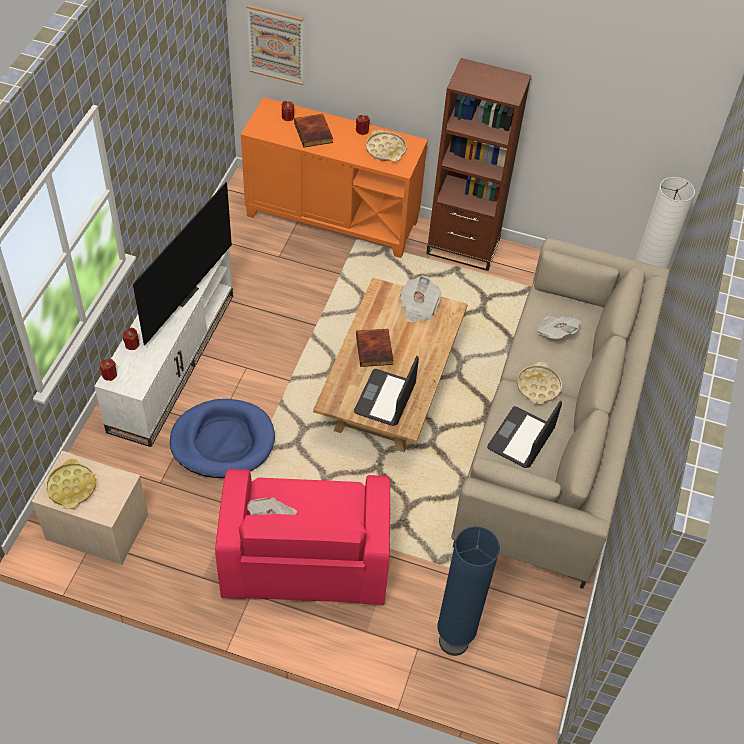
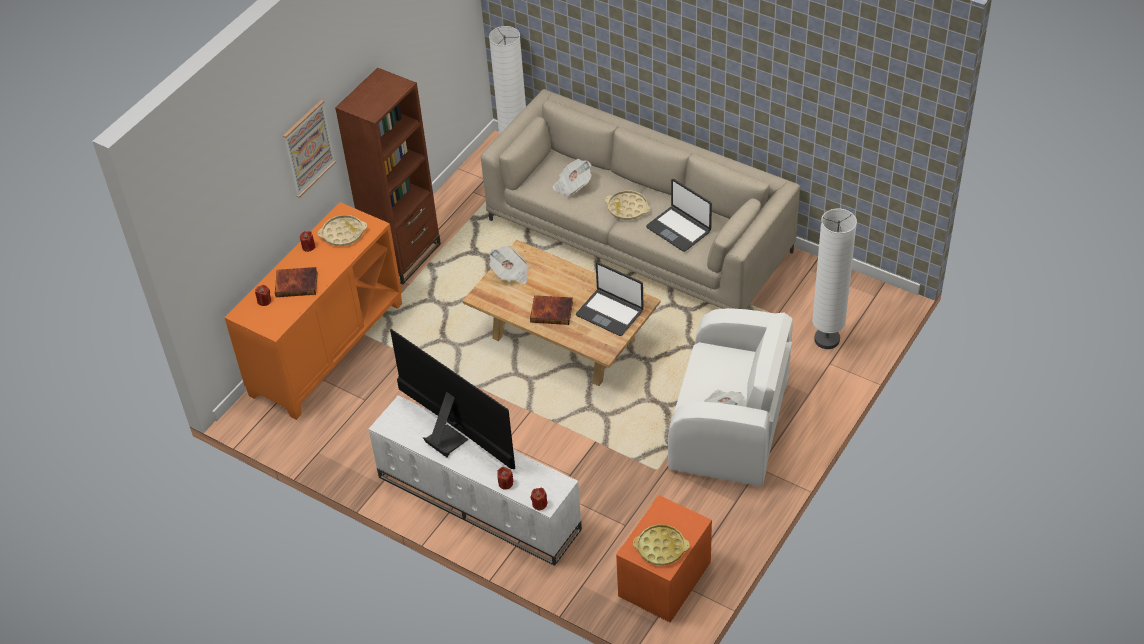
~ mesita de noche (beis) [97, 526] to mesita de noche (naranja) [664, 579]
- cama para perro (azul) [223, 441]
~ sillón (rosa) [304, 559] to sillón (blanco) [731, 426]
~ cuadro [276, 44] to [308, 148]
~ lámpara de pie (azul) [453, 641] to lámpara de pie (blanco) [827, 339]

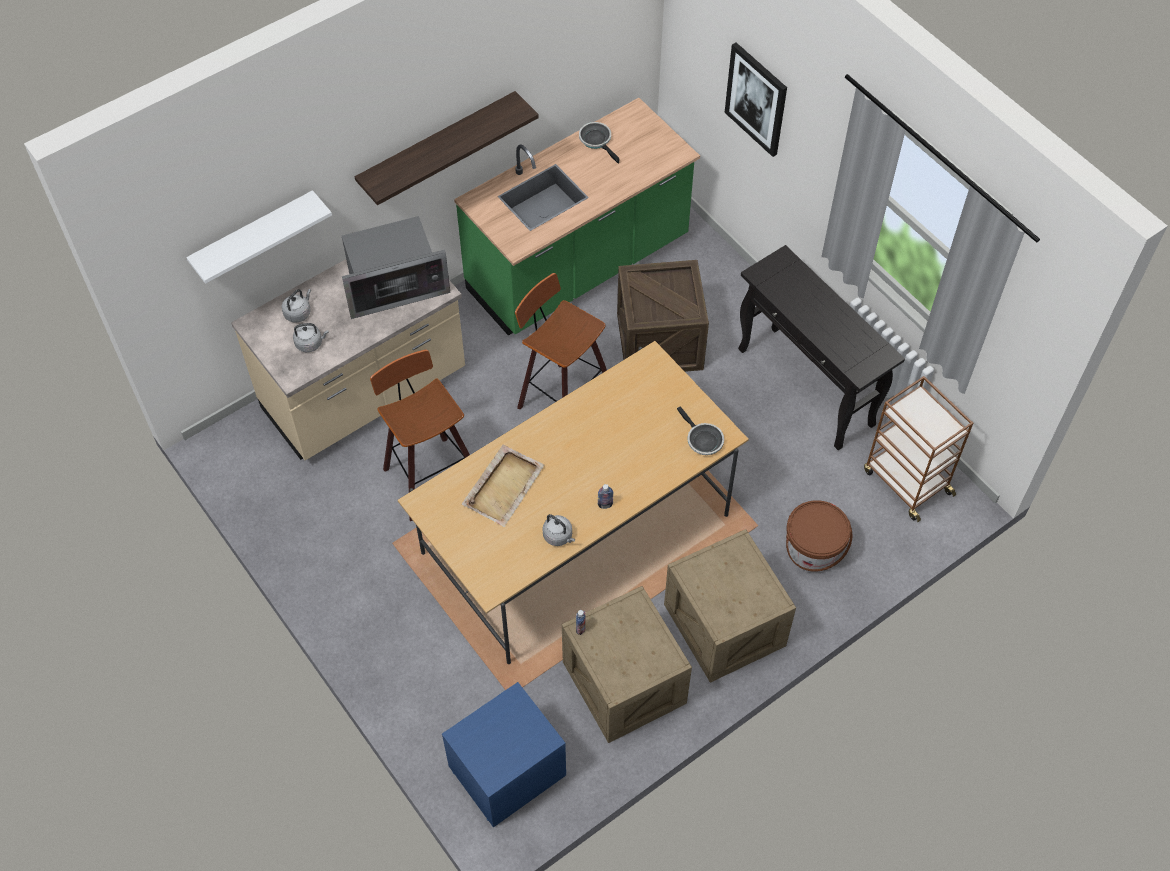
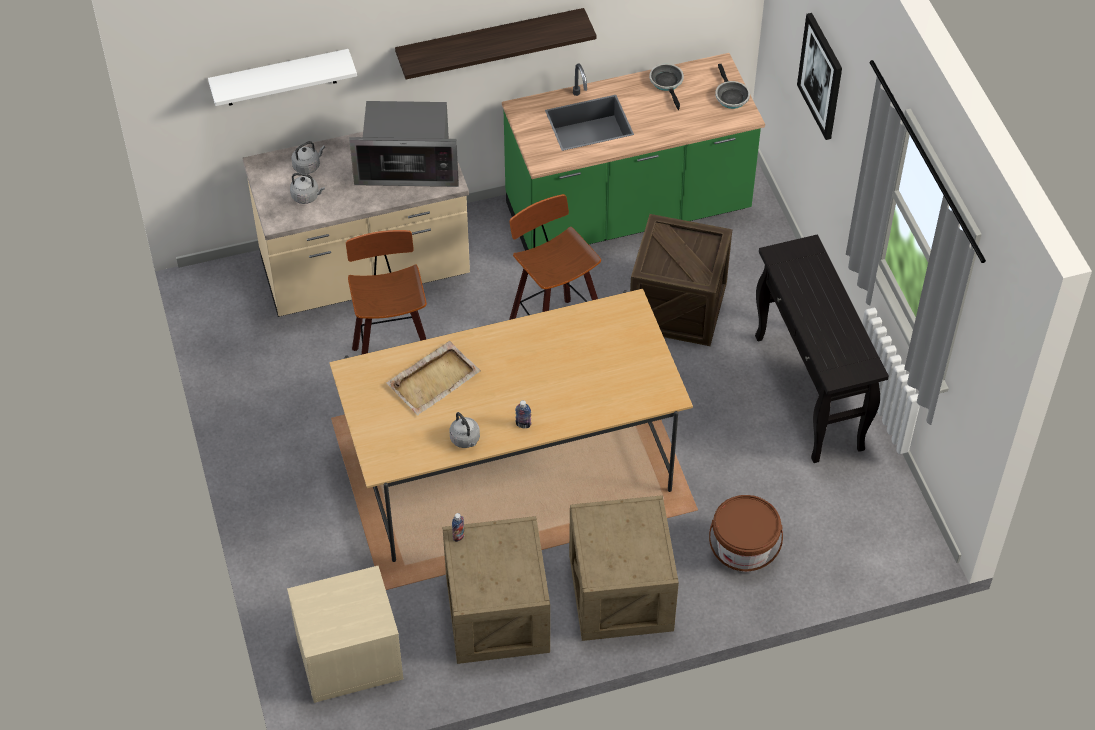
~ mesita de noche (azul) [507, 772] to mesita de noche (beis) [348, 659]
~ sartén [702, 440] to [730, 96]
- carrito (marrón) [906, 481]

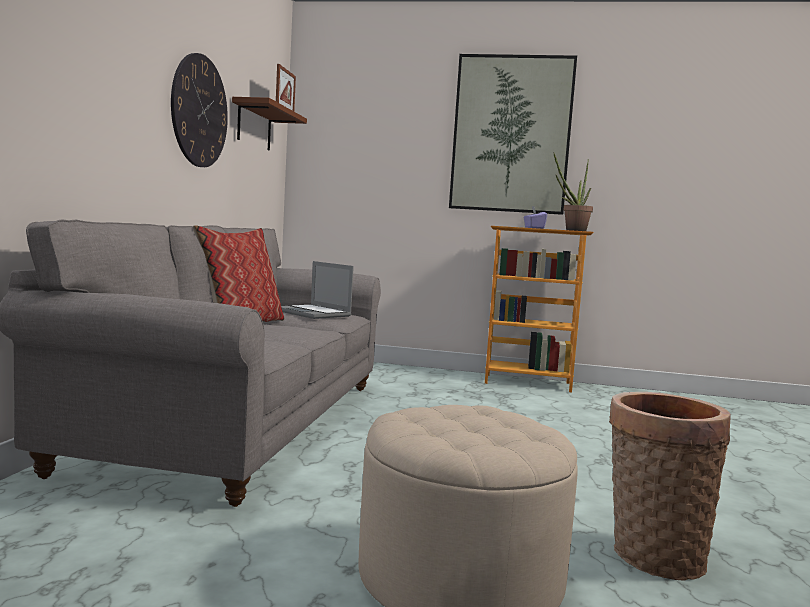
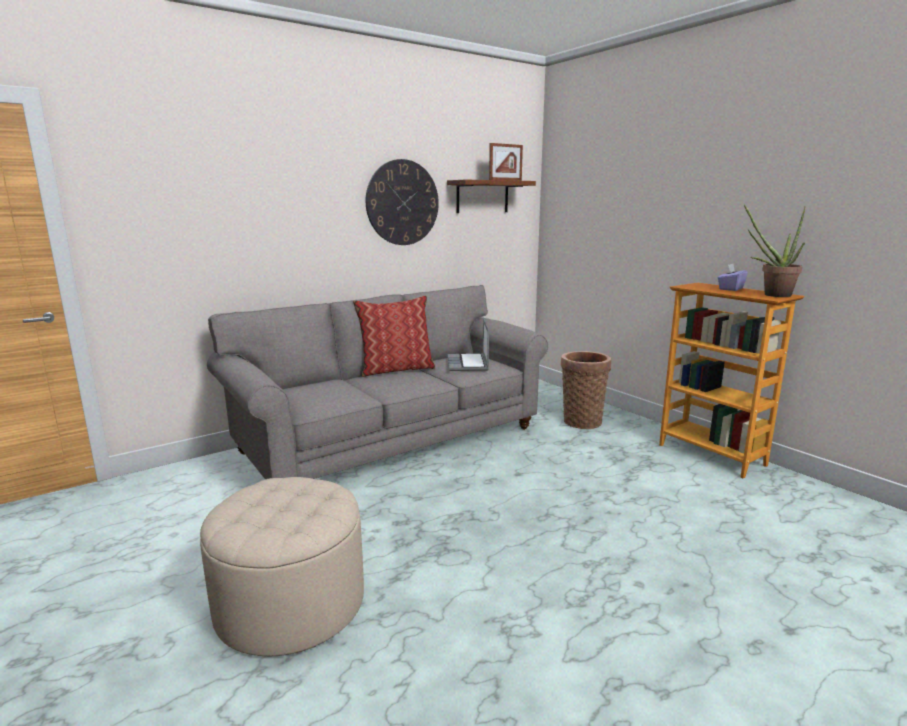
- cuadro [511, 134]
~ cesta [652, 555] to [581, 420]

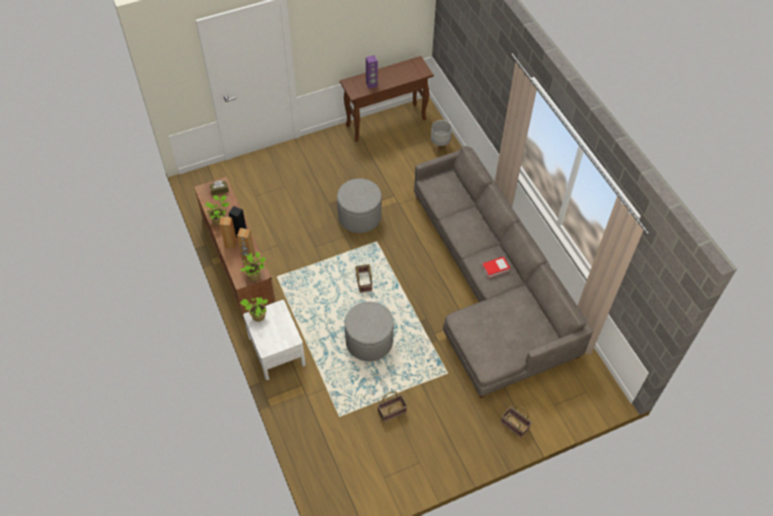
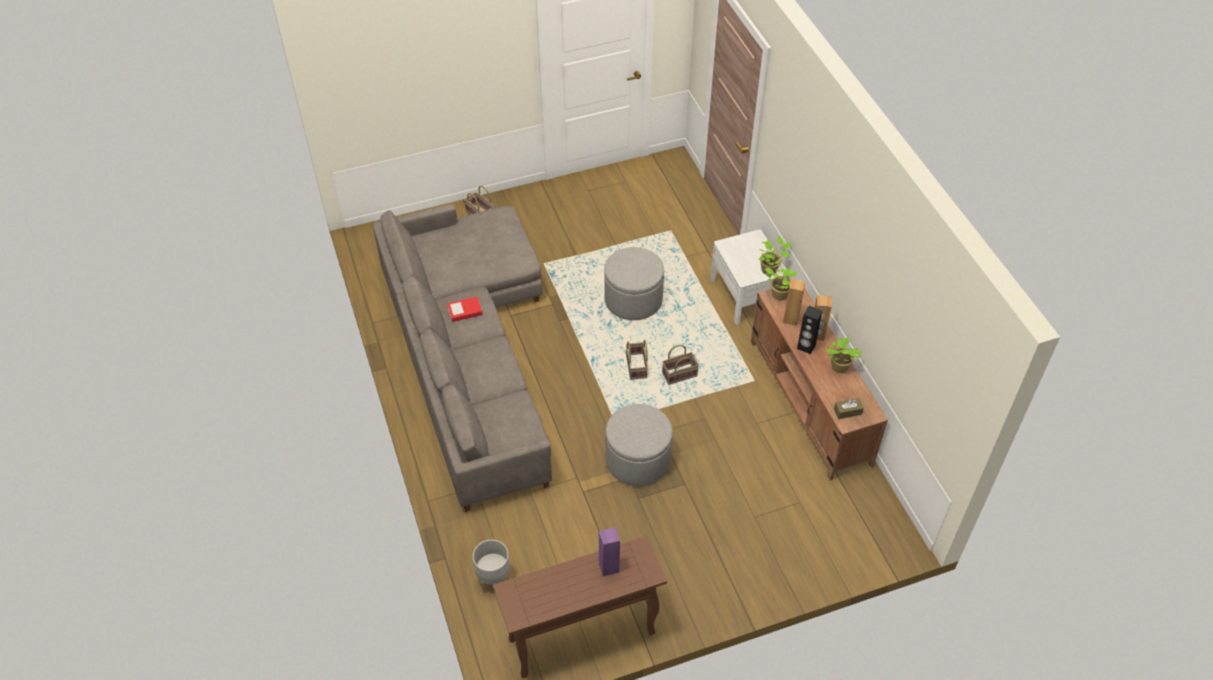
~ cesta [391, 412] to [680, 374]

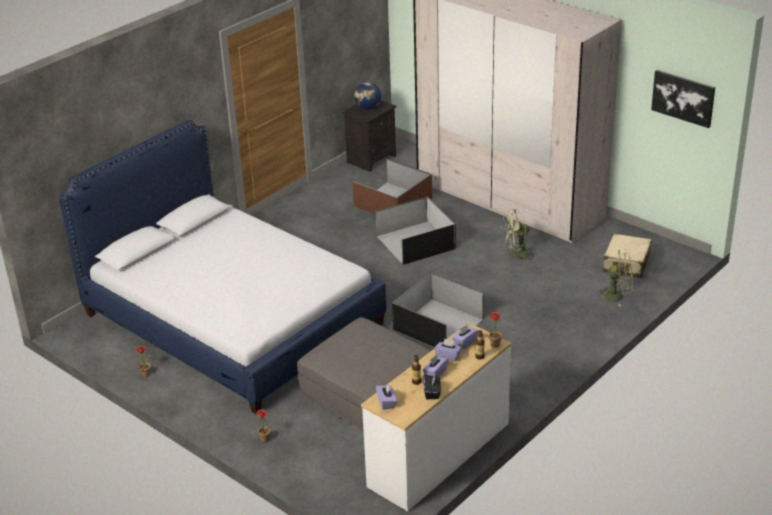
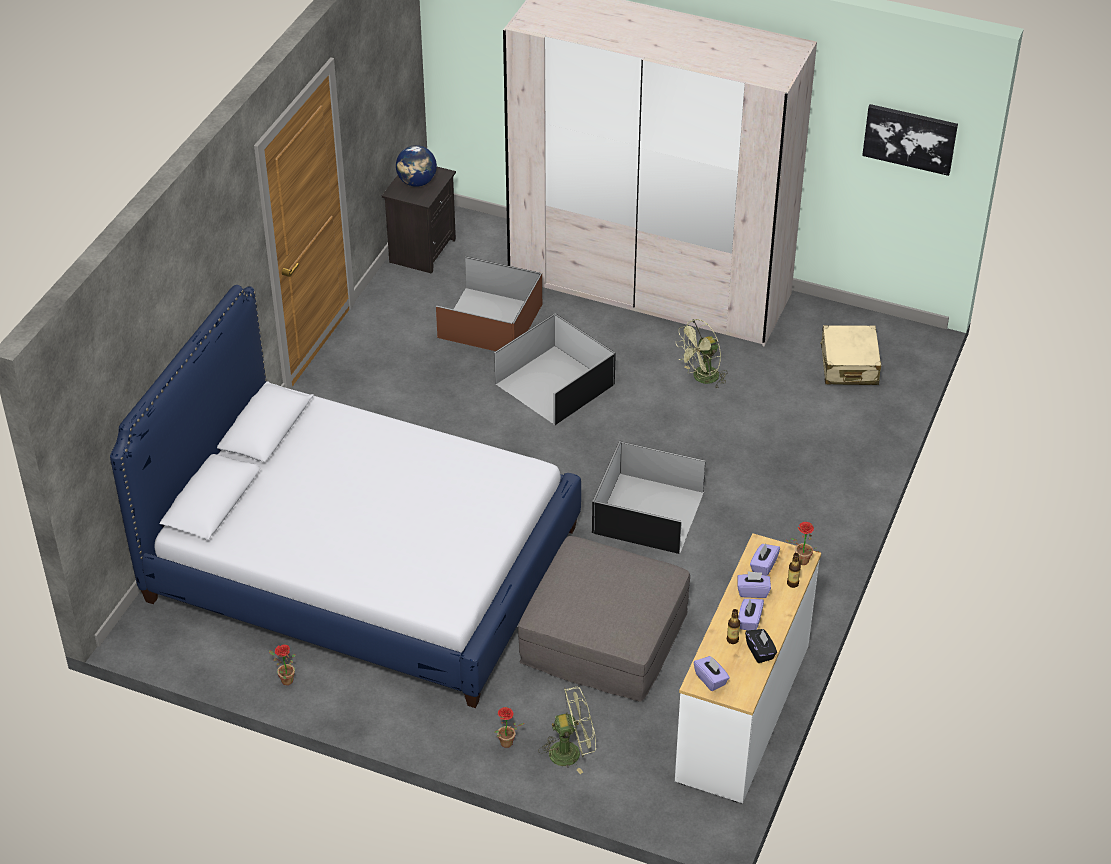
~ ventilador (verde) [617, 296] to [571, 751]

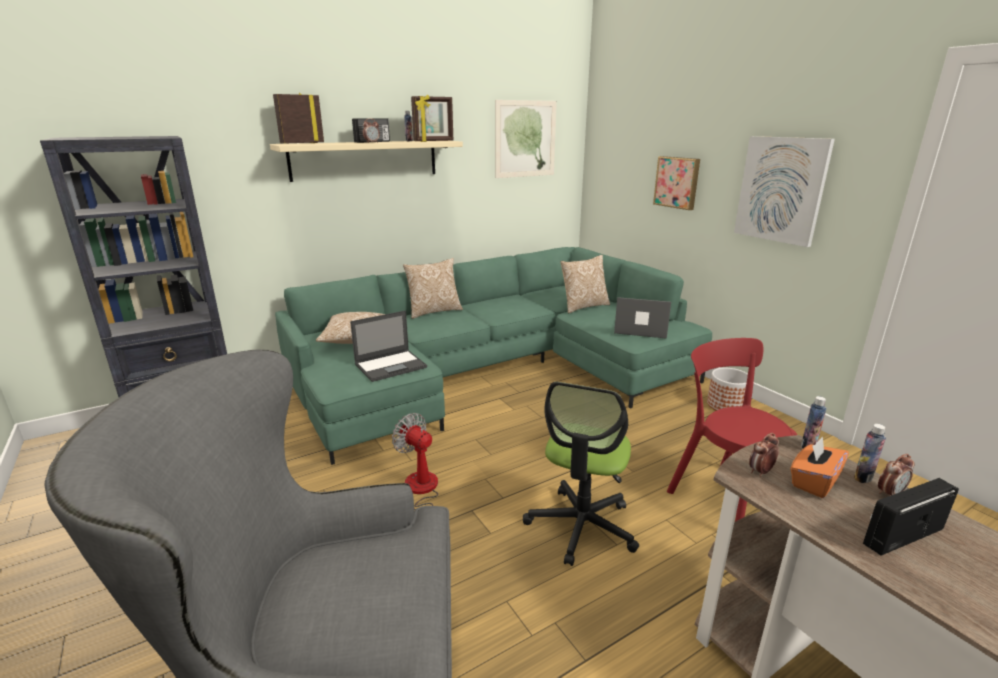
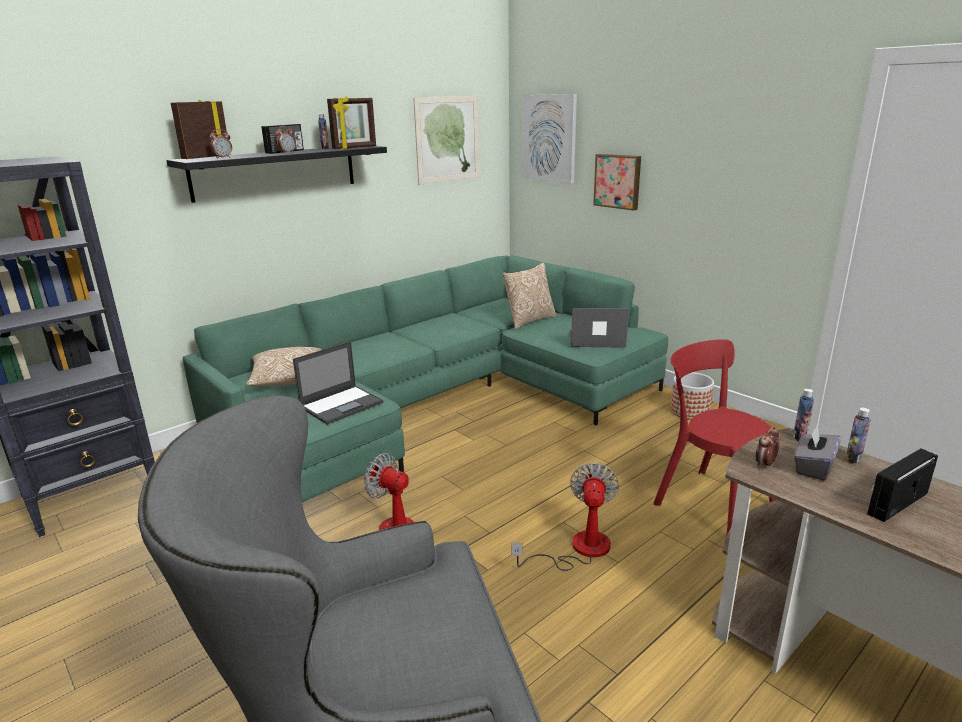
~ estante (beis) [365, 160] to estante (negro) [276, 172]
- cojín [434, 311]
~ silla de oficina [581, 526] to ventilador [578, 549]
~ cuadro [781, 190] to [549, 138]
~ caja de pañuelos (naranja) [813, 482] to caja de pañuelos (gris) [813, 468]
~ despertador [890, 494] to [223, 158]

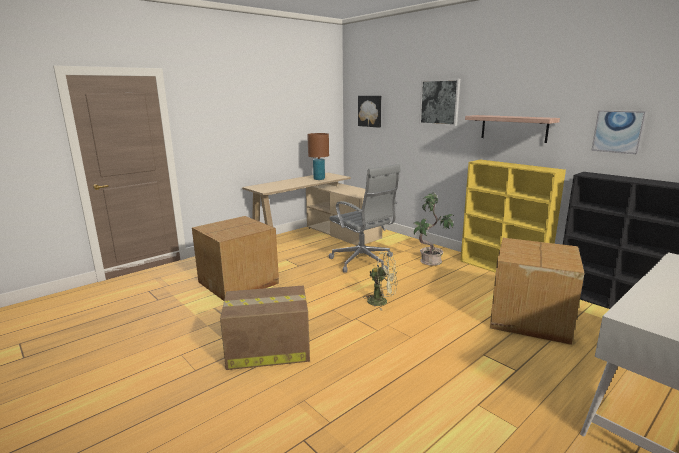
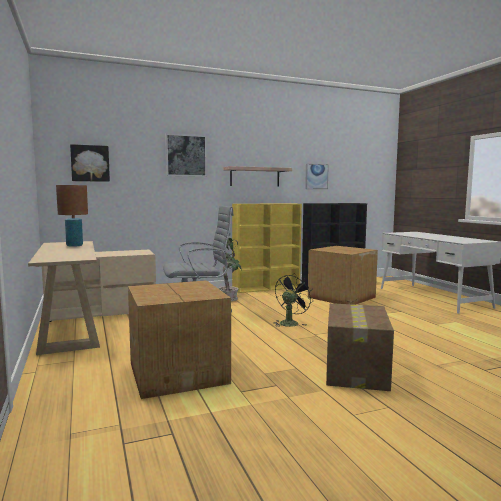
~ ventilador (verde) [382, 302] to ventilador (negro) [290, 323]

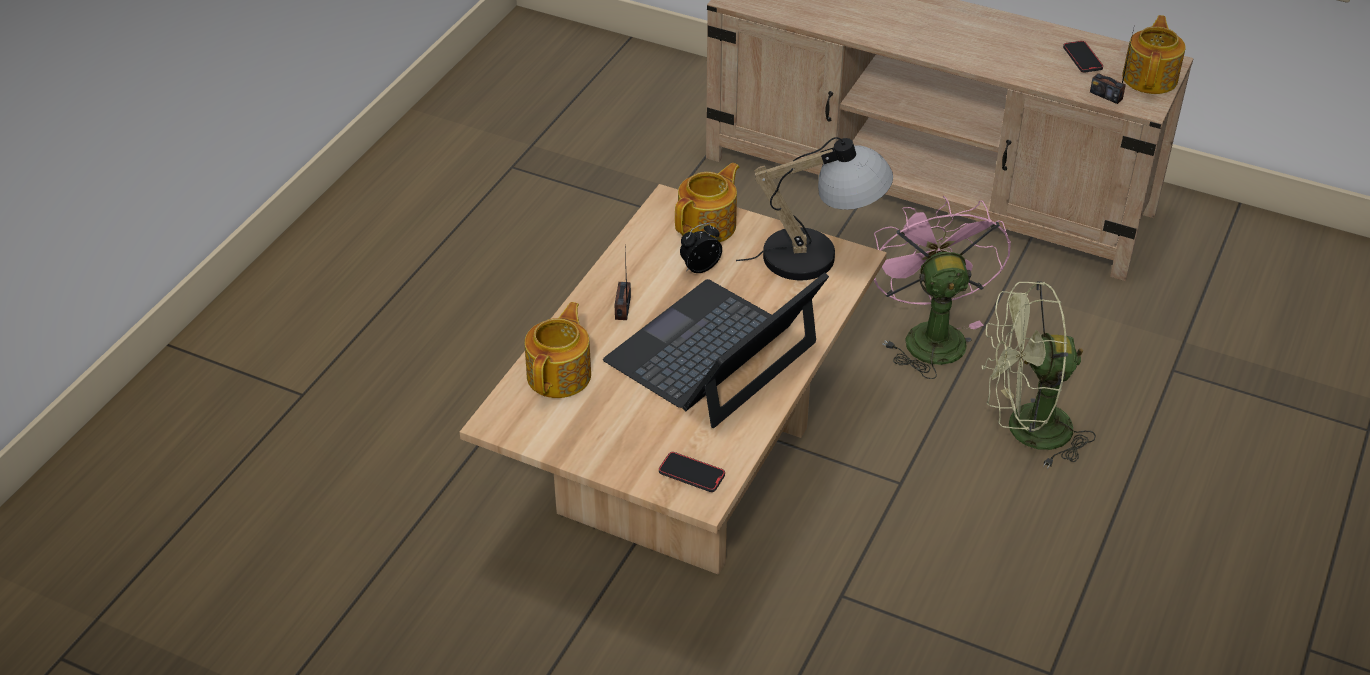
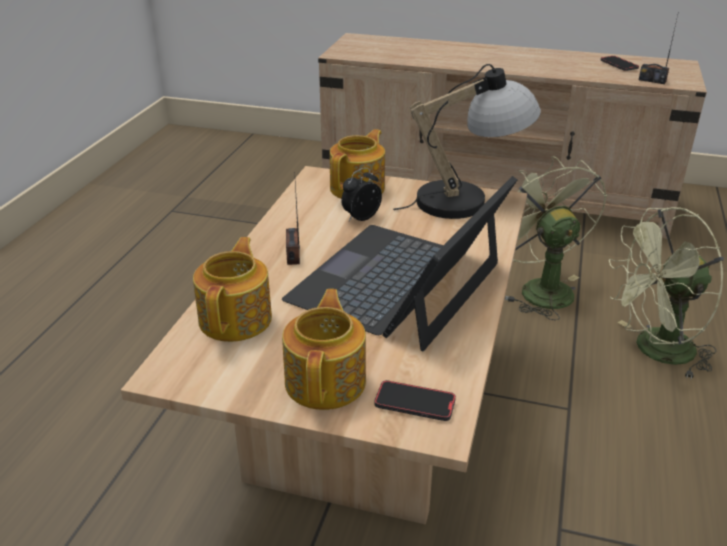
~ ventilador (rosa) [929, 334] to ventilador (verde) [539, 288]
~ tetera [1150, 78] to [327, 380]

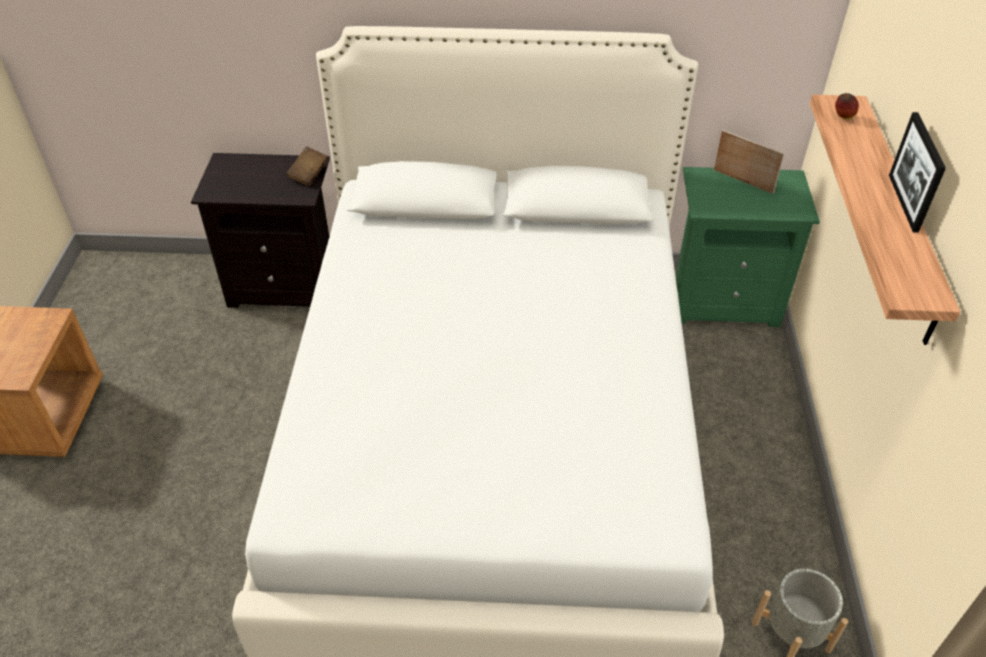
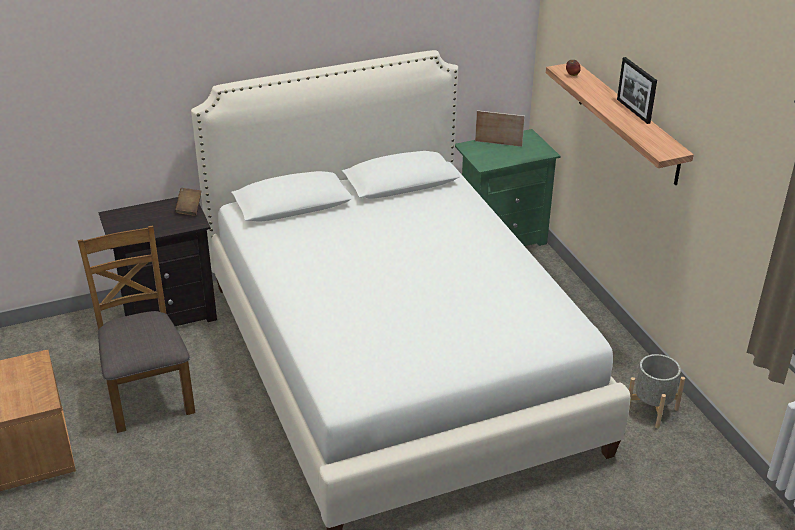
+ silla (marrón) [147, 393]

